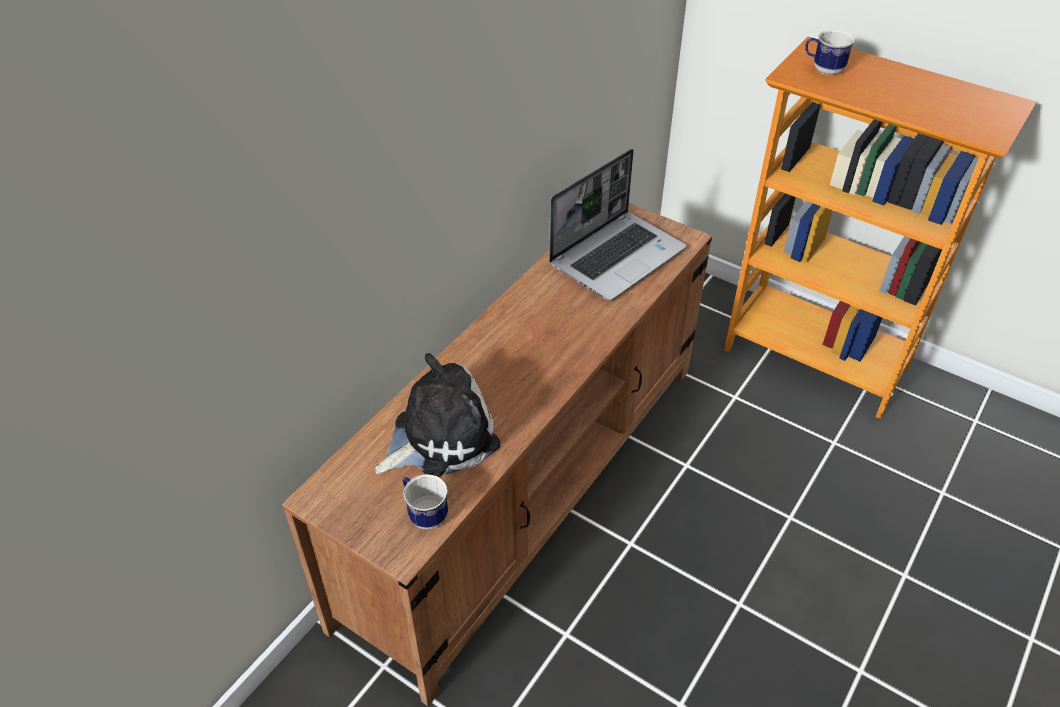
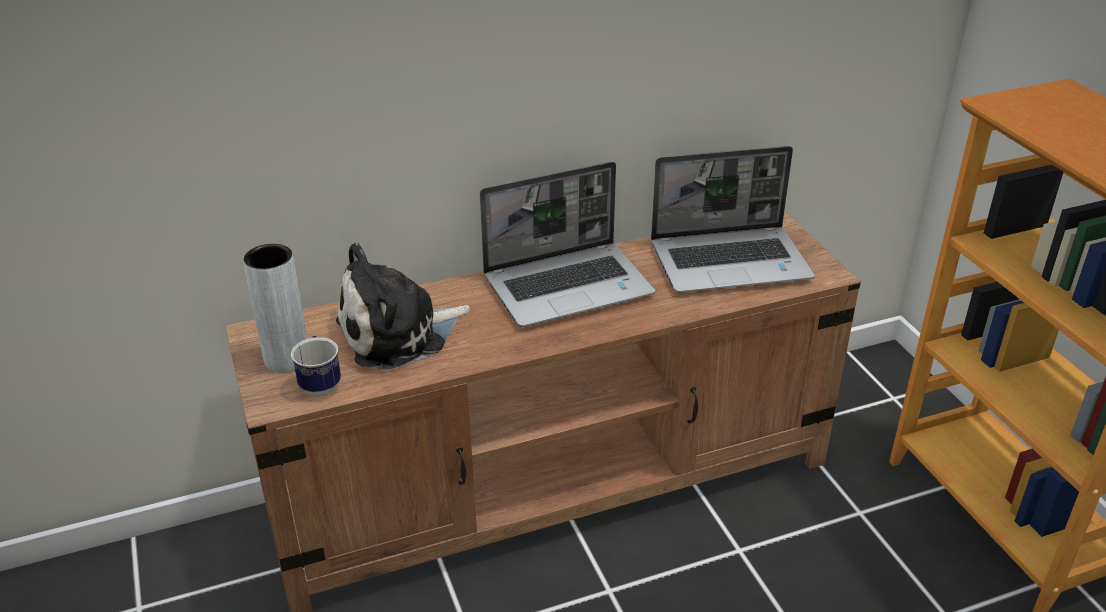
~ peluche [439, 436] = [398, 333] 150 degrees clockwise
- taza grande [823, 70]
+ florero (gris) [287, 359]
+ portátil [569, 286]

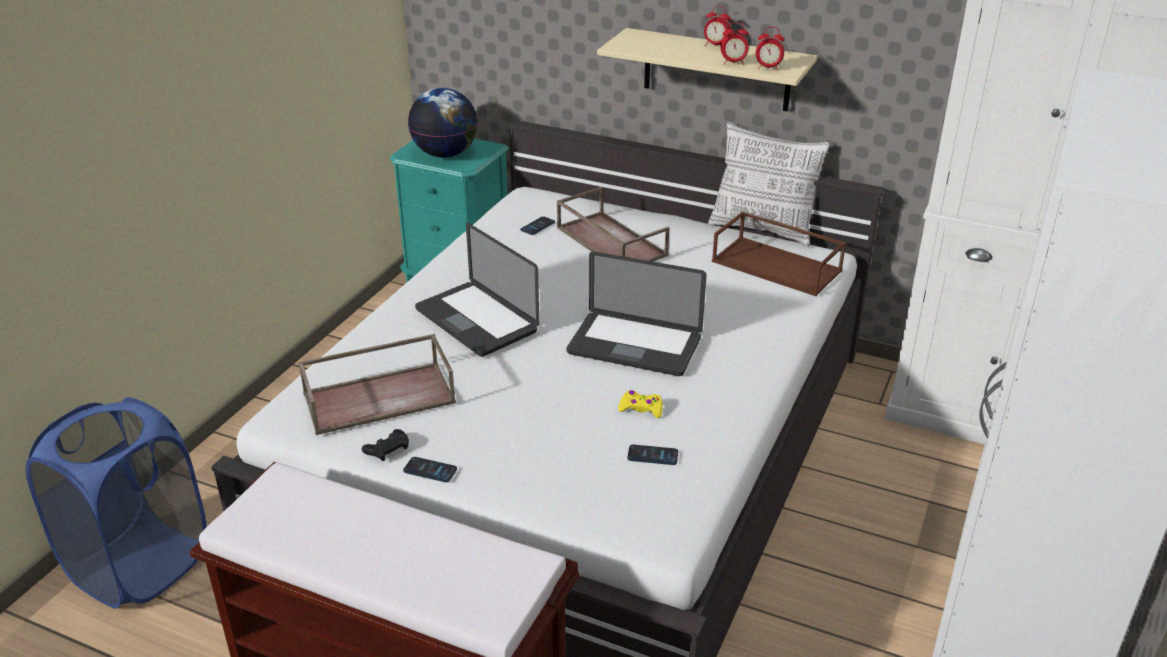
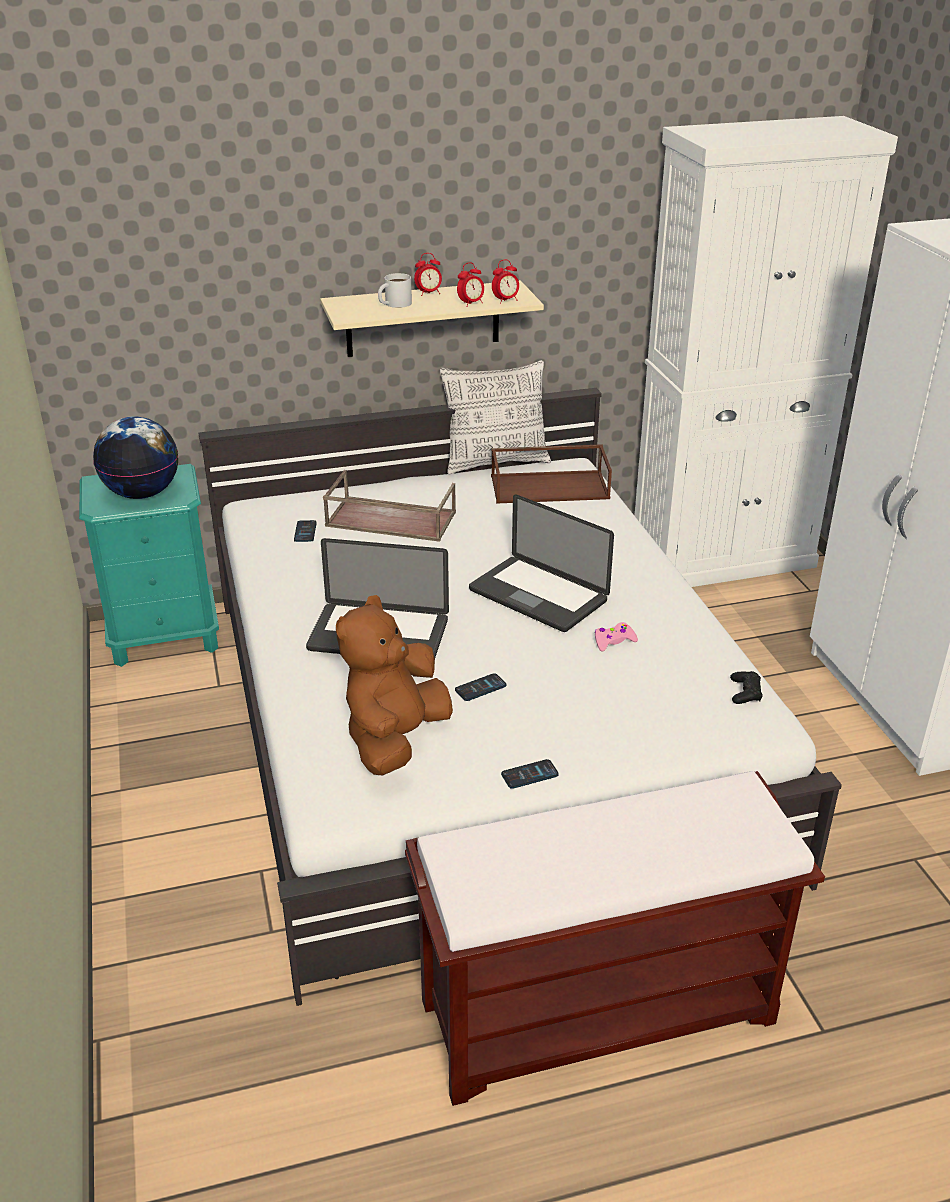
- cesto de la ropa (azul) [139, 566]
~ bandeja (marrón) [380, 397] to peluche (marrón) [395, 740]
~ mando de consola (negro) [387, 449] to [745, 692]
~ portátil [634, 346] = [538, 596] 60 degrees clockwise
~ mando de consola (amarillo) [641, 409] to mando de consola (rosa) [613, 641]
~ móvil [652, 455] to [480, 688]
+ taza grande (blanco) [394, 304]

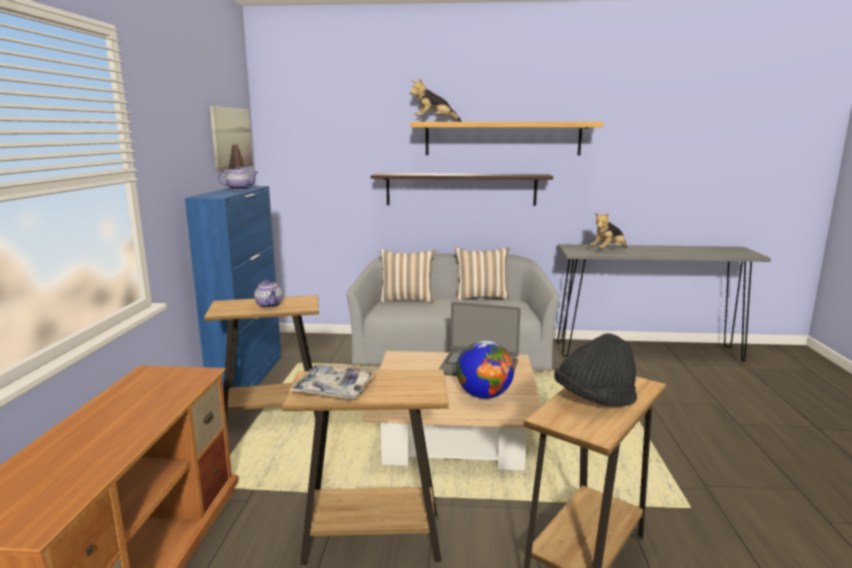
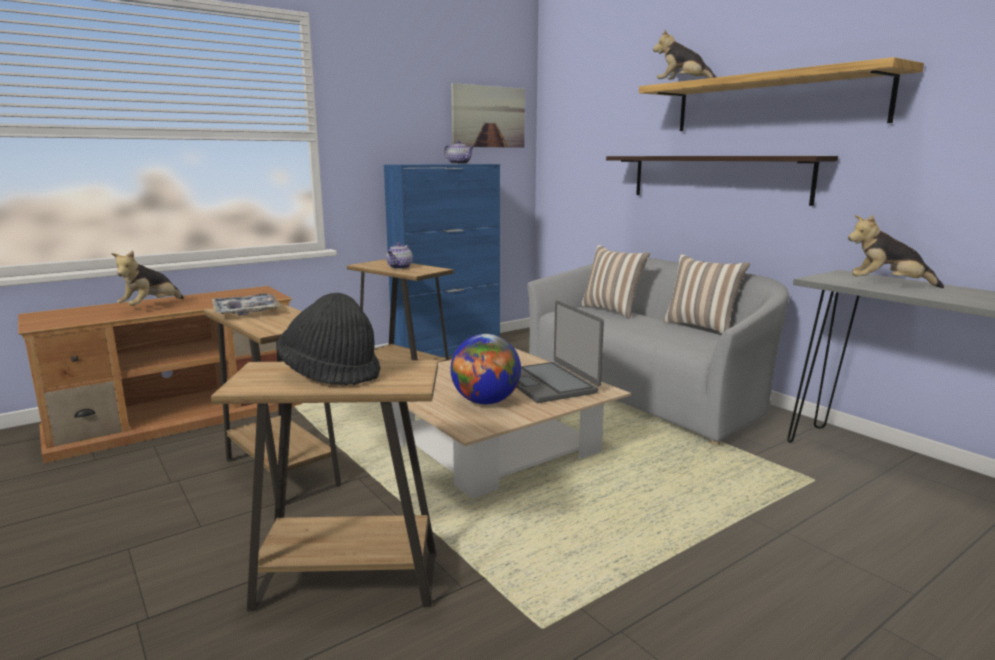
+ peluche [151, 307]

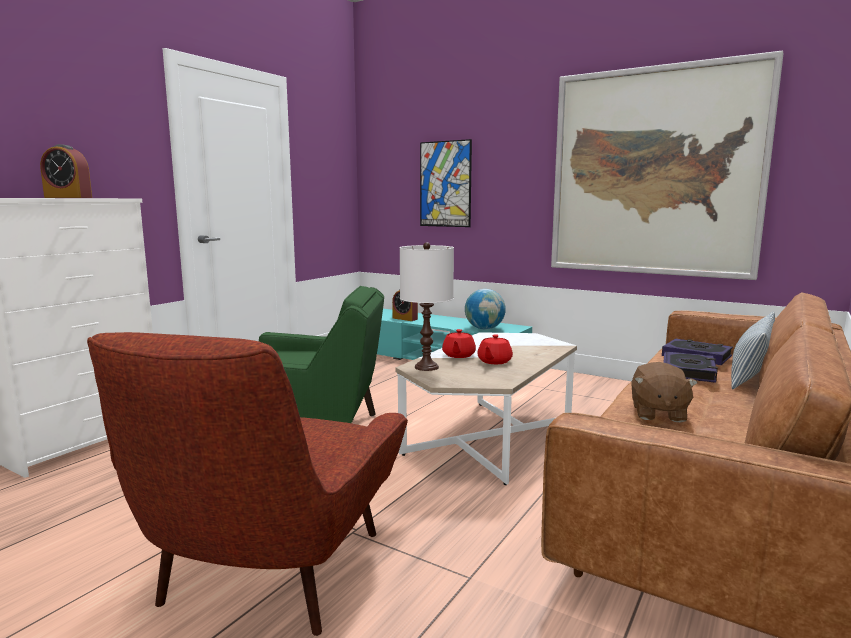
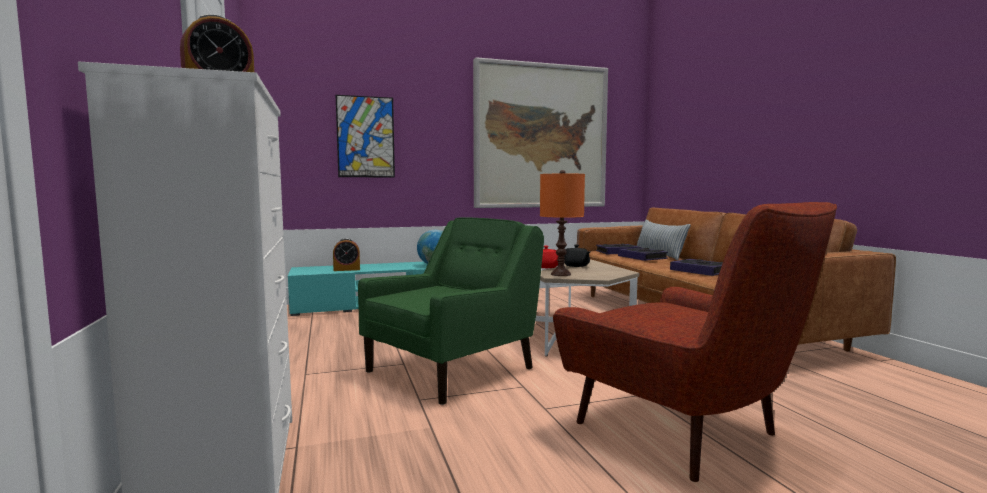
~ lámpara de mesa (blanco) [426, 367] to lámpara de mesa (naranja) [561, 274]
~ tetera (rojo) [494, 361] to tetera (negro) [576, 266]
~ peluche (marrón) [658, 413] to libro [700, 271]

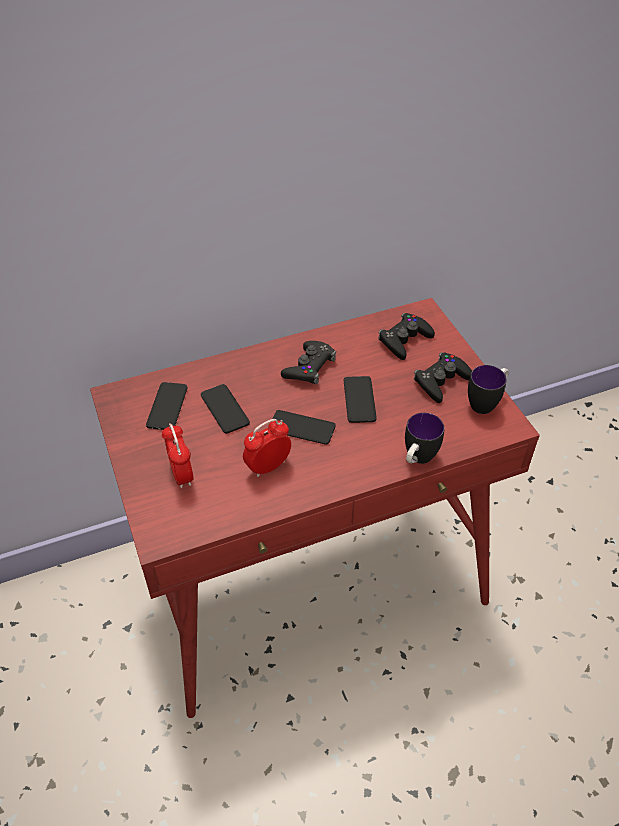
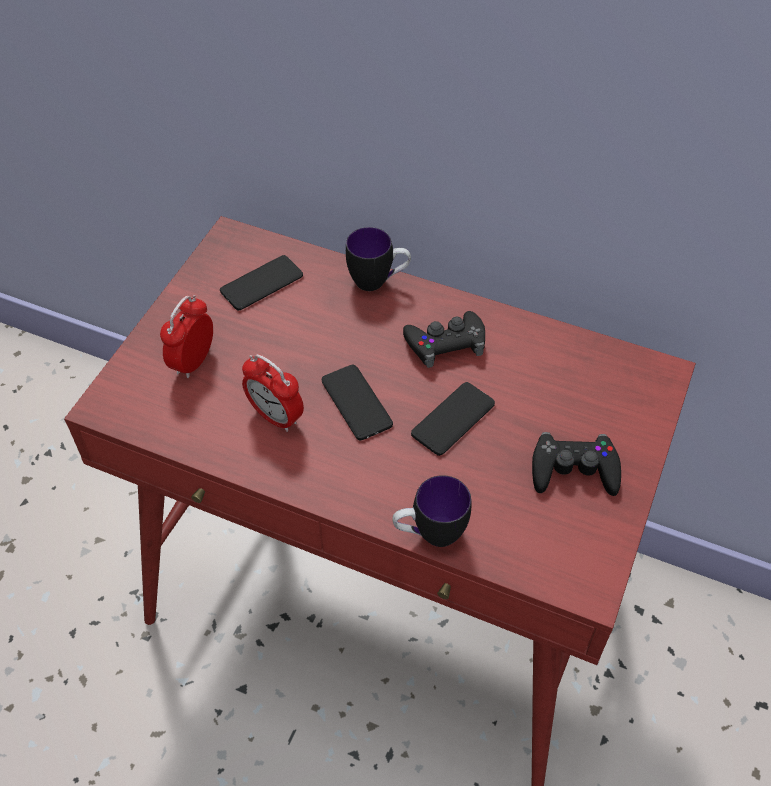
- móvil [225, 409]
~ despertador [268, 466] = [276, 416] 150 degrees counterclockwise
- mando de consola (negro) [404, 340]
~ taza grande [486, 403] to [378, 281]

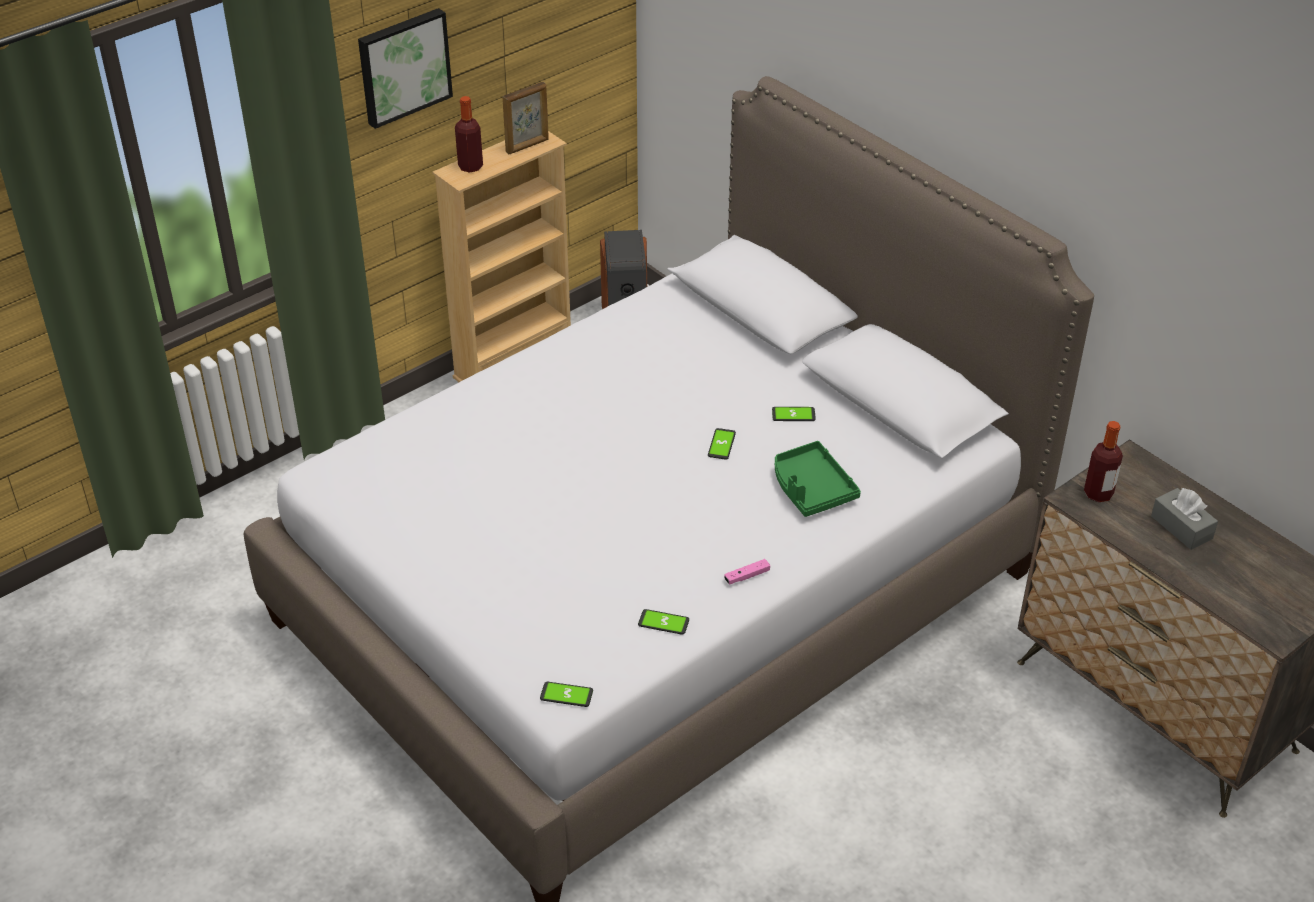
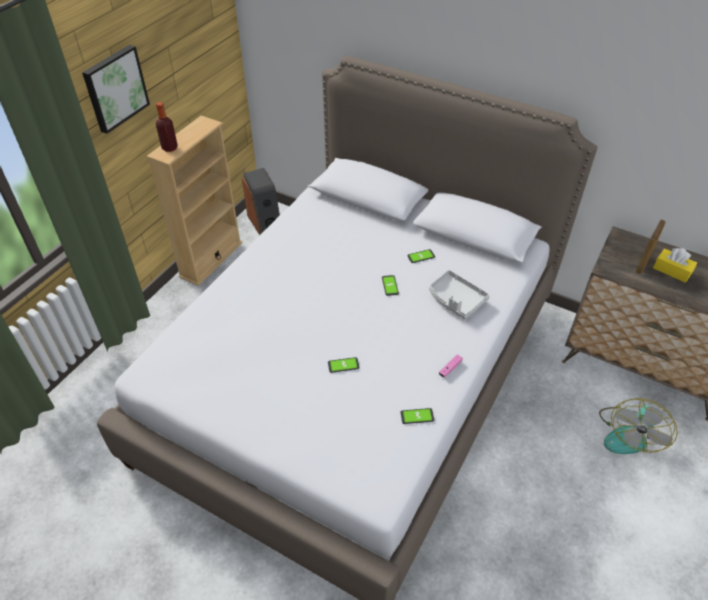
~ portarretratos [528, 146] to [643, 263]
~ móvil [566, 695] to [343, 365]
~ bandeja (verde) [811, 488] to bandeja (gris) [456, 300]
- botella [1098, 493]
~ caja de pañuelos (gris) [1181, 527] to caja de pañuelos (amarillo) [672, 270]
+ ventilador [628, 434]

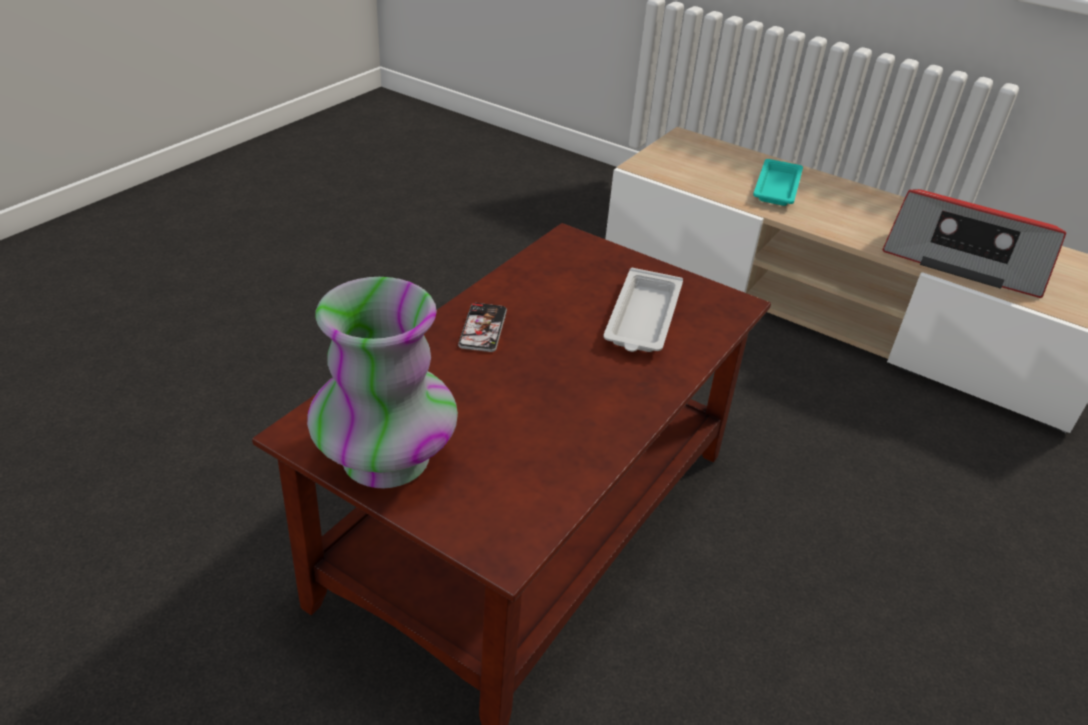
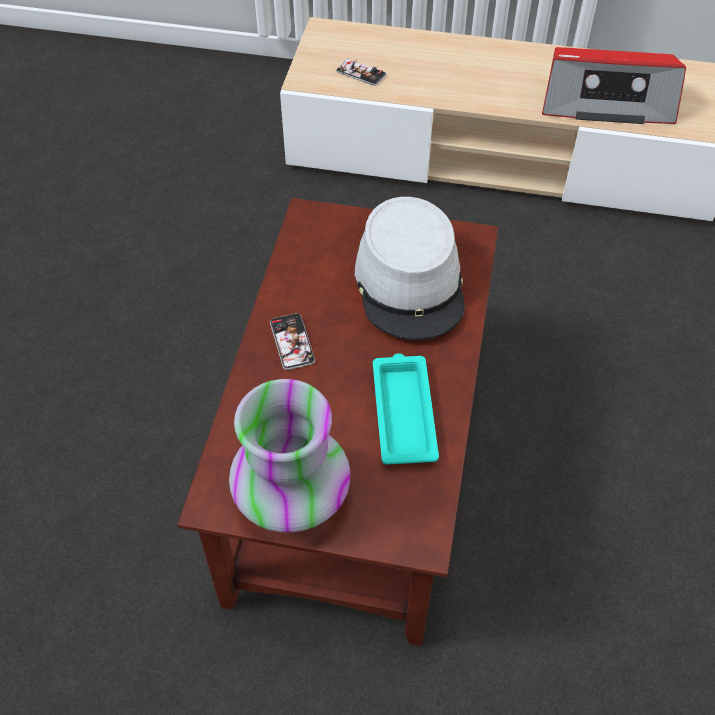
~ bandeja (blanco) [642, 319] to sombrero (gris) [410, 283]
~ bandeja (turquesa) [777, 187] to [403, 412]
+ móvil [361, 73]

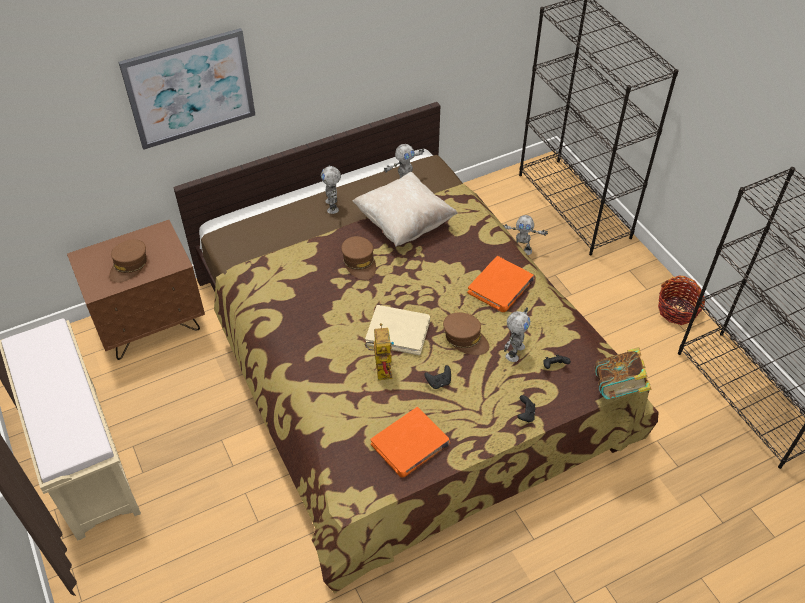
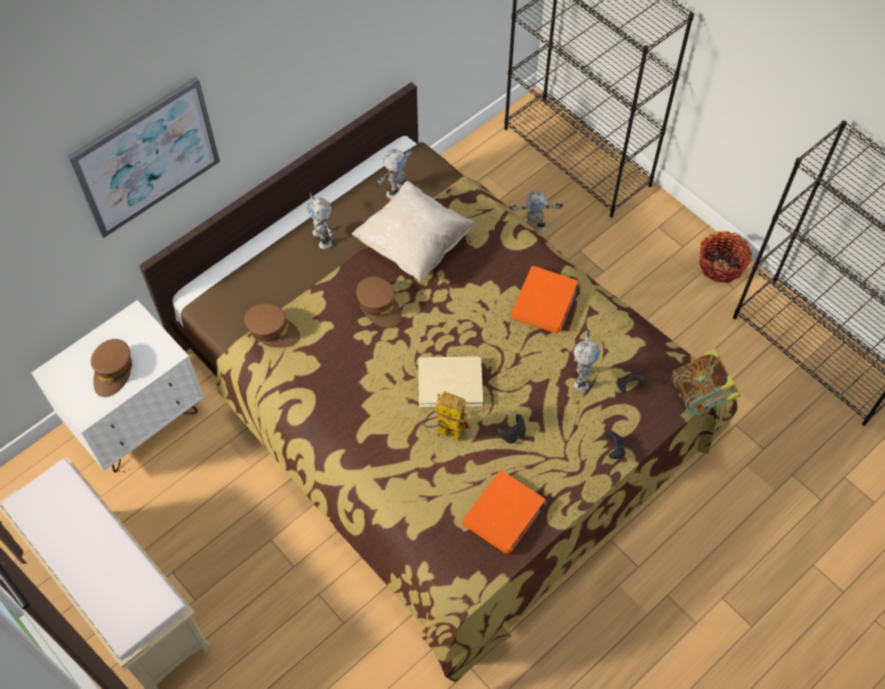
~ mesita de noche (marrón) [151, 325] to mesita de noche (blanco) [138, 420]
~ robot de juguete [380, 367] = [444, 430] 45 degrees counterclockwise
~ gorra (marrón) [465, 338] to [272, 330]

